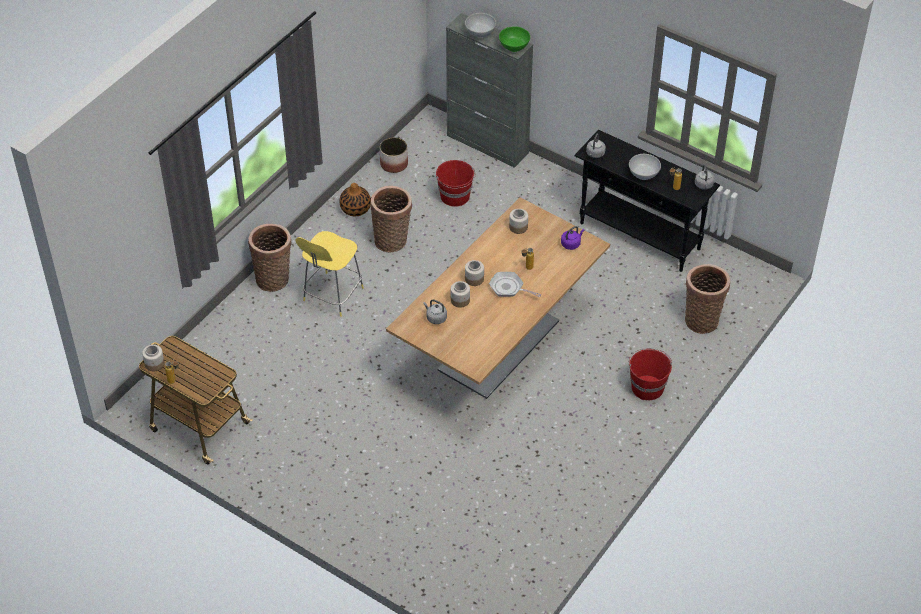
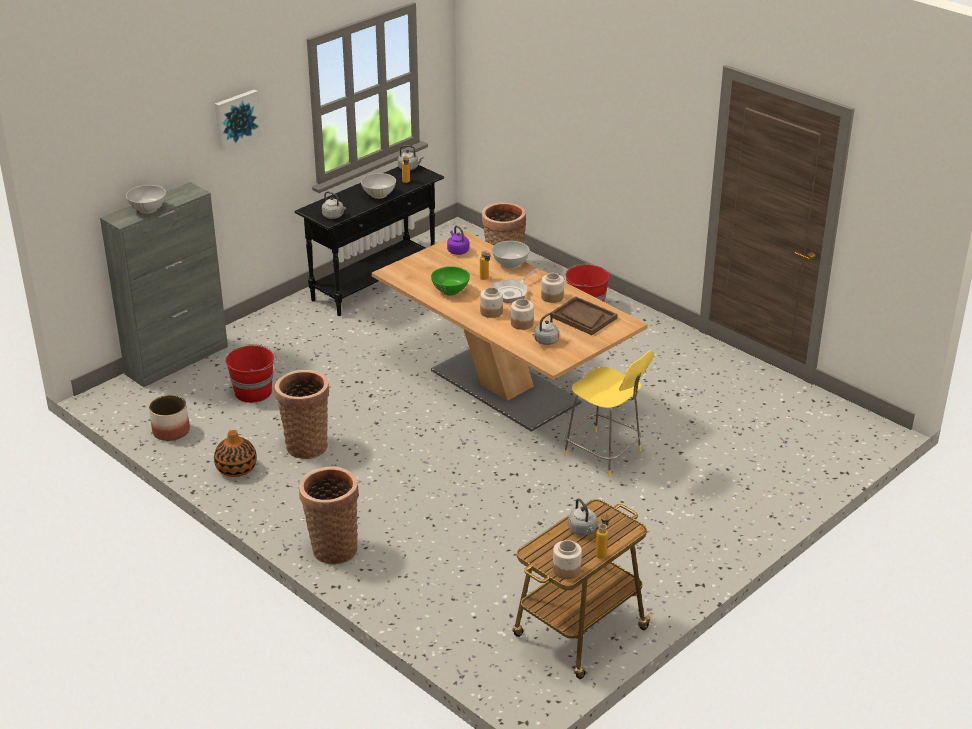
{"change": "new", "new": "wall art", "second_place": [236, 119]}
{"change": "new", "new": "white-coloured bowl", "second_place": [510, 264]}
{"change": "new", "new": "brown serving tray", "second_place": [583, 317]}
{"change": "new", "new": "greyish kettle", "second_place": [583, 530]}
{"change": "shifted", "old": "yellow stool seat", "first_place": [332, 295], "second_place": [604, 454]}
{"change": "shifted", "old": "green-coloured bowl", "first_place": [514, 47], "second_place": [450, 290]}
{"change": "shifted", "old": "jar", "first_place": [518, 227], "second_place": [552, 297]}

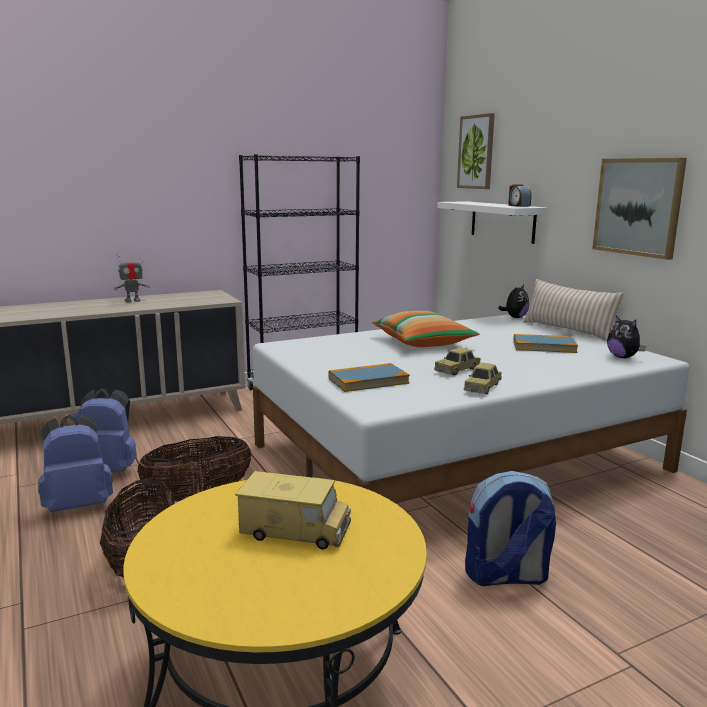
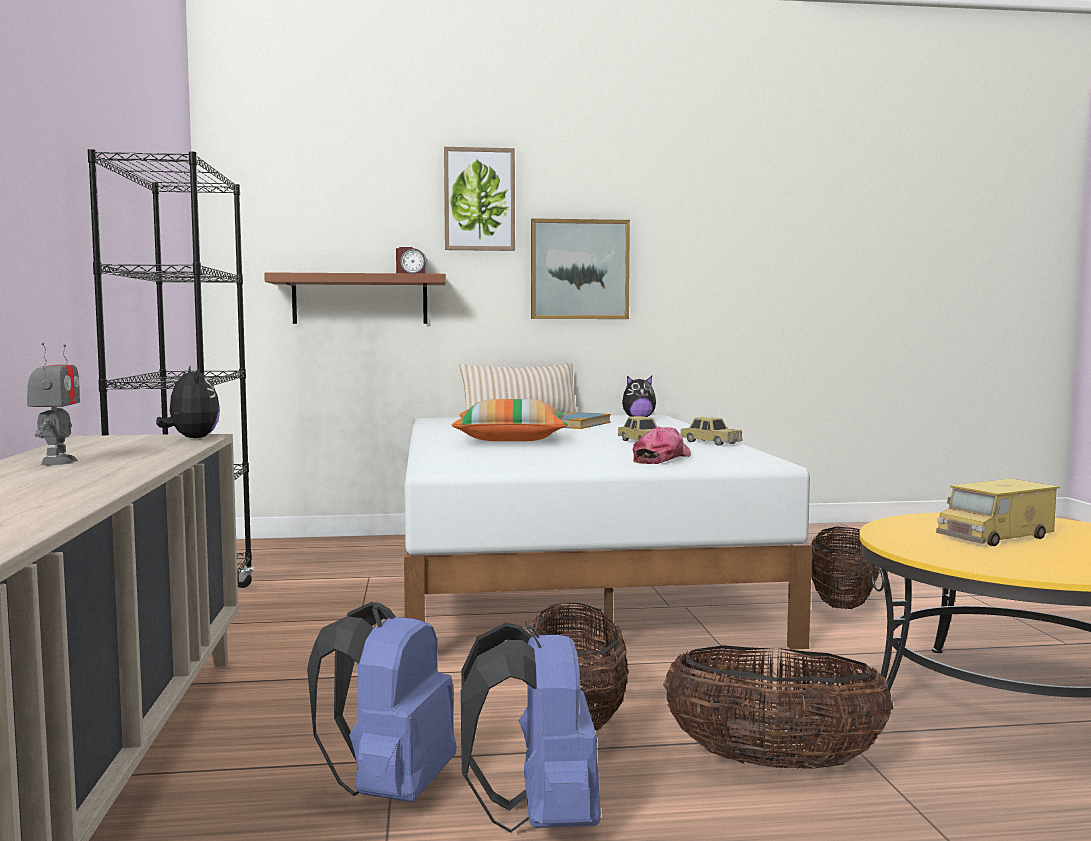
{"change": "shifted", "old": "wall art", "first_place": [476, 152], "second_place": [479, 199]}
{"change": "shifted", "old": "plush toy", "first_place": [515, 317], "second_place": [191, 438]}
{"change": "swapped", "old": "bound book", "new": "baseball cap", "first_place": [368, 381], "second_place": [661, 458]}
{"change": "swapped", "old": "backpack", "new": "storage basket", "first_place": [505, 577], "second_place": [842, 604]}
{"change": "repainted", "old": "white-coloured wall shelf", "new": "brown wall shelf", "first_place": [502, 221], "second_place": [360, 299]}
{"change": "rotated", "old": "toy lorry", "first_place": [295, 530], "second_place": [996, 536], "degrees": -150}

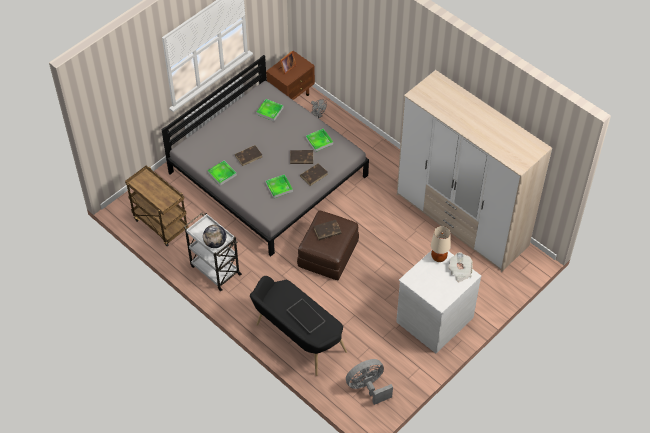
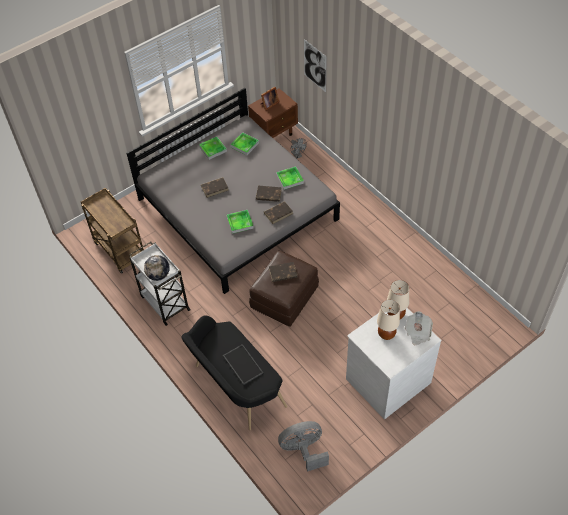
{"change": "gone", "old": "clothes cupboard", "first_place": [461, 220]}
{"change": "new", "new": "wall art", "second_place": [315, 65]}
{"change": "new", "new": "beige table lamp", "second_place": [386, 334]}
{"change": "shifted", "old": "serving tray", "first_place": [222, 174], "second_place": [213, 149]}

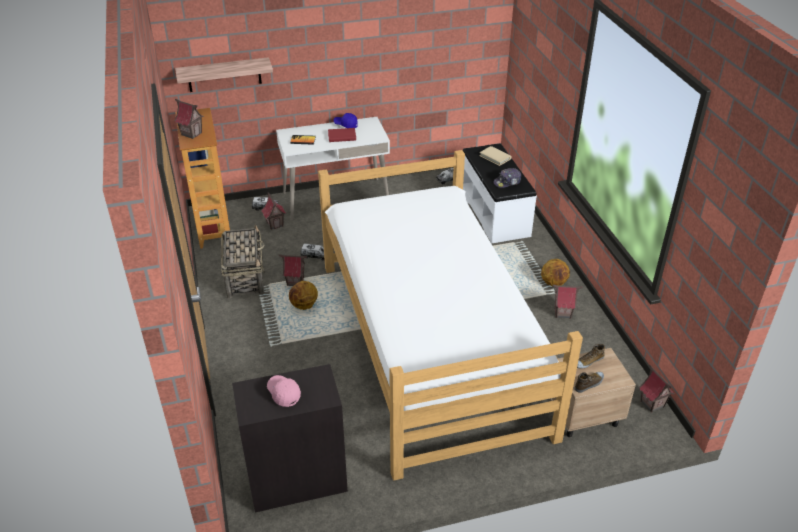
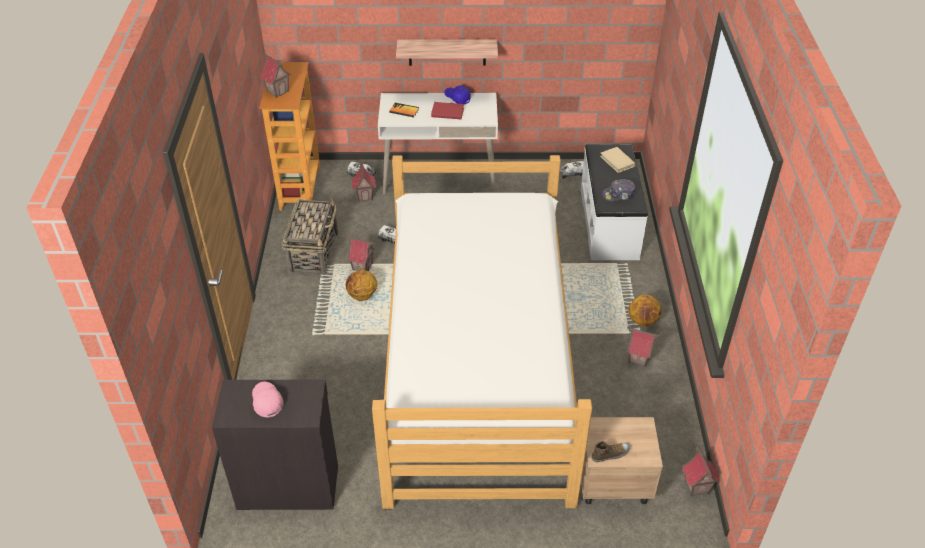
{"change": "gone", "old": "shoe", "first_place": [588, 361]}
{"change": "shifted", "old": "wall shelf", "first_place": [224, 75], "second_place": [447, 52]}

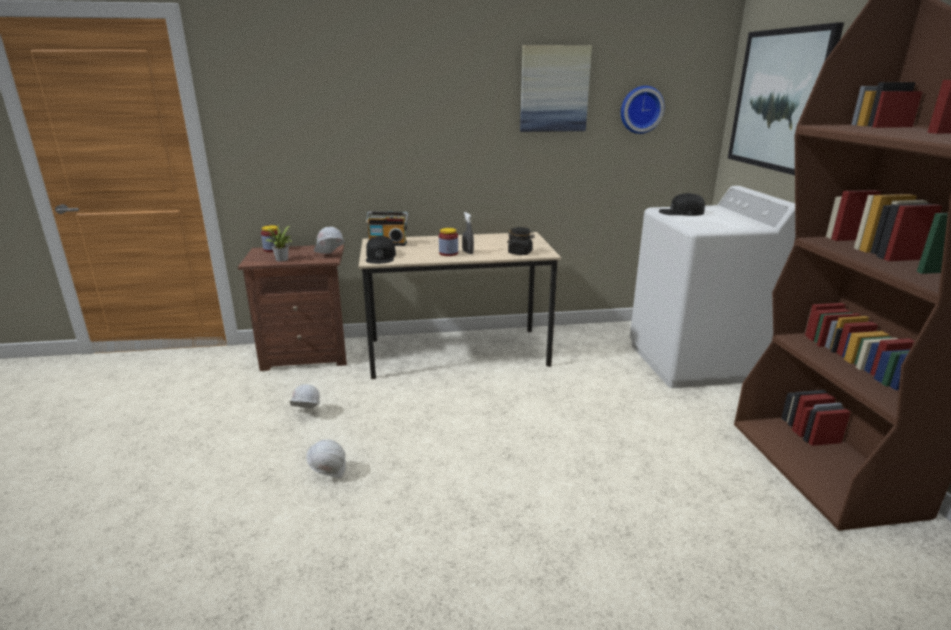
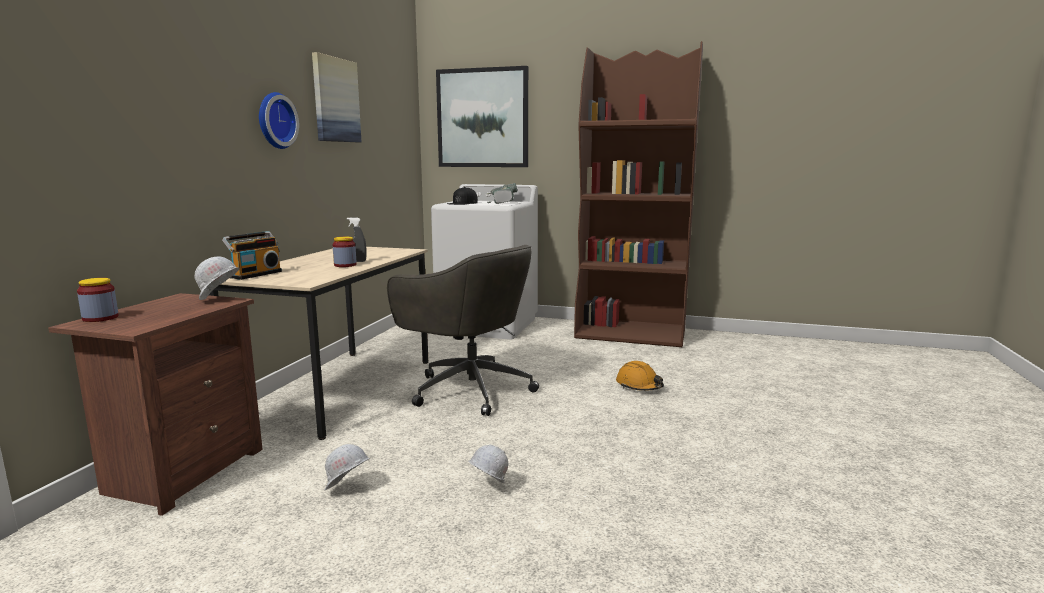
{"change": "gone", "old": "potted plant", "first_place": [282, 260]}
{"change": "gone", "old": "blackish baseball cap", "first_place": [380, 256]}
{"change": "gone", "old": "blackish jar", "first_place": [520, 253]}
{"change": "new", "new": "greyish computer chair", "second_place": [469, 389]}
{"change": "new", "new": "power drill", "second_place": [501, 202]}
{"change": "new", "new": "orangey work helmet", "second_place": [639, 386]}
{"change": "shifted", "old": "wall clock", "first_place": [640, 109], "second_place": [274, 121]}

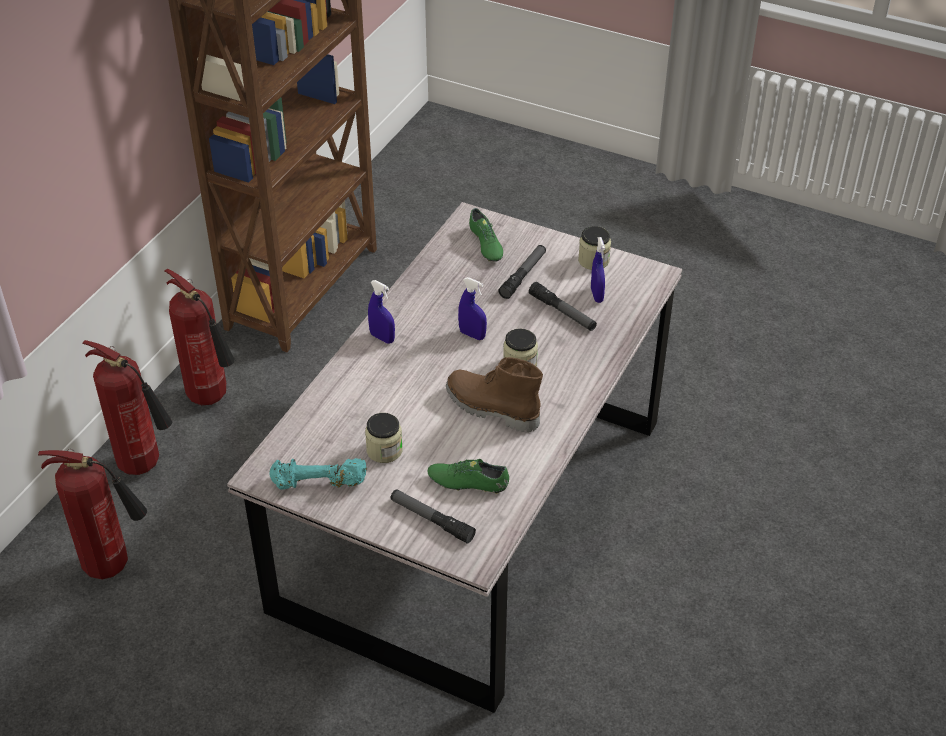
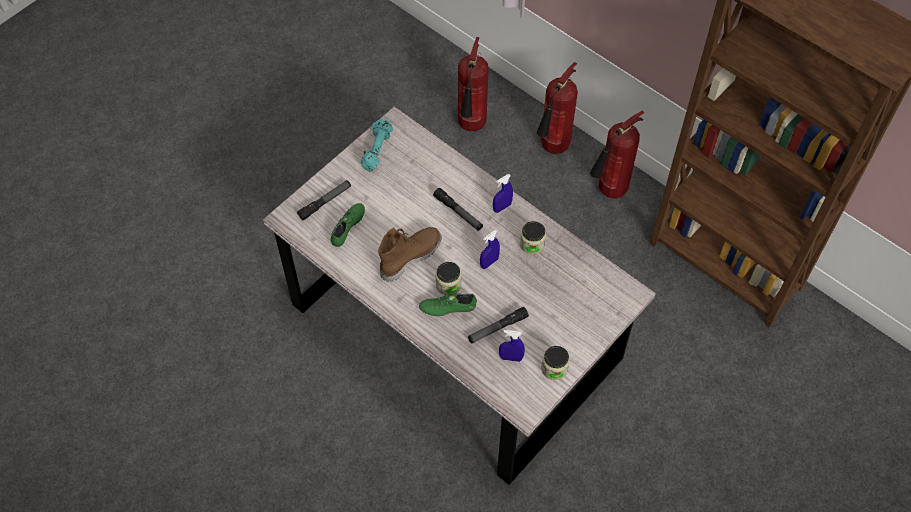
{"change": "shifted", "old": "jar", "first_place": [384, 450], "second_place": [532, 244]}
{"change": "shifted", "old": "green-coloured shoe", "first_place": [485, 245], "second_place": [448, 308]}
{"change": "shifted", "old": "hand torch", "first_place": [523, 275], "second_place": [458, 212]}

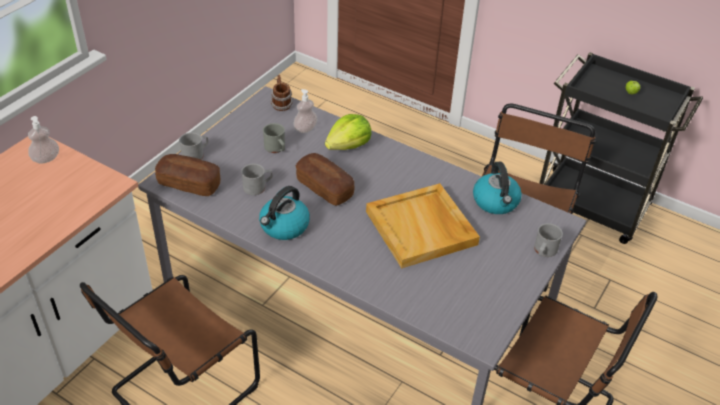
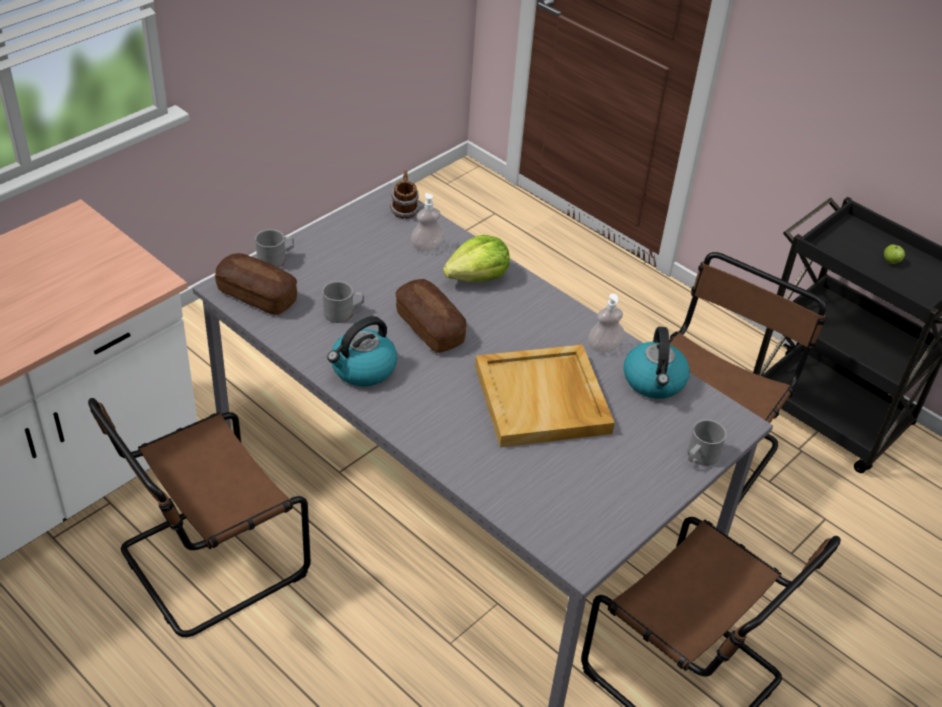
{"change": "gone", "old": "greyish mug", "first_place": [276, 148]}
{"change": "shifted", "old": "soap dispenser", "first_place": [46, 159], "second_place": [604, 346]}

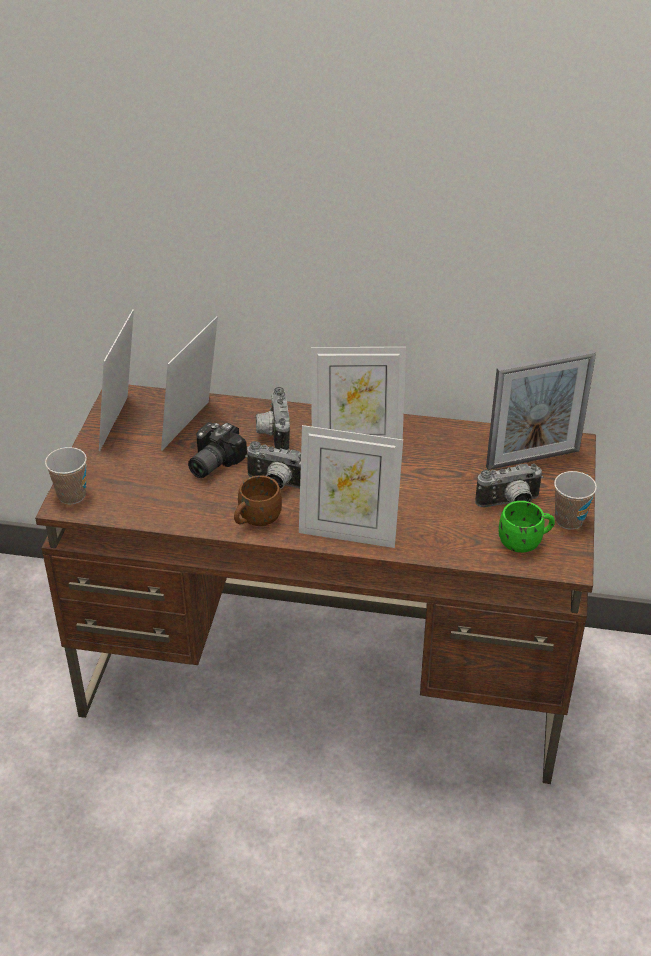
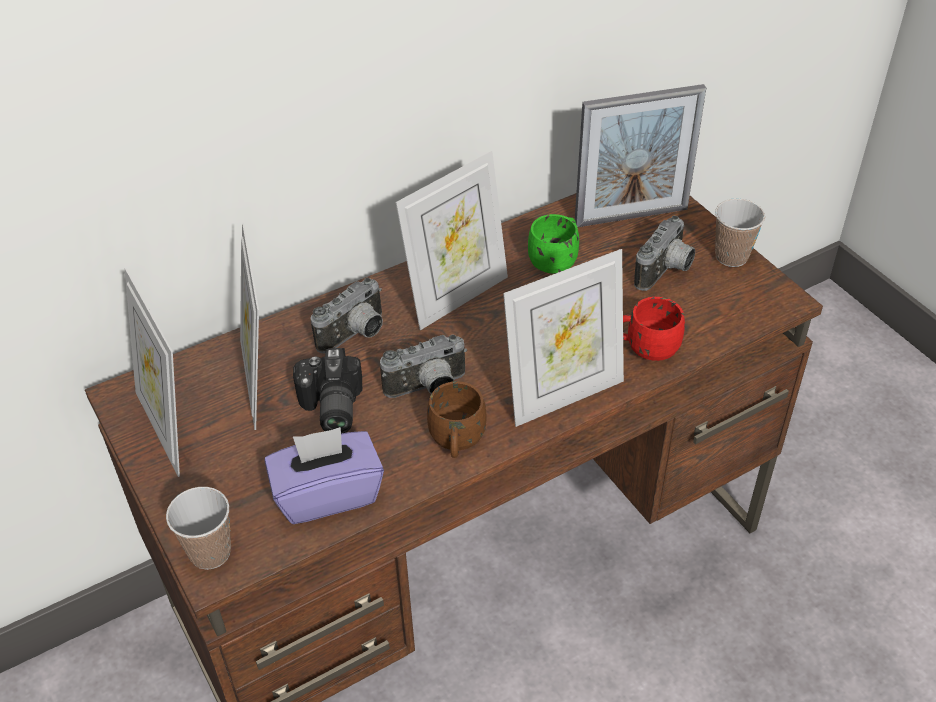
{"change": "new", "new": "purplish tissue box", "second_place": [327, 494]}
{"change": "new", "new": "reddish mug", "second_place": [645, 348]}
{"change": "shifted", "old": "green-coloured mug", "first_place": [525, 542], "second_place": [556, 260]}
{"change": "rotated", "old": "photo camera", "first_place": [272, 433], "second_place": [356, 335], "degrees": -90}
{"change": "rotated", "old": "picture frame", "first_place": [533, 459], "second_place": [631, 216], "degrees": 45}

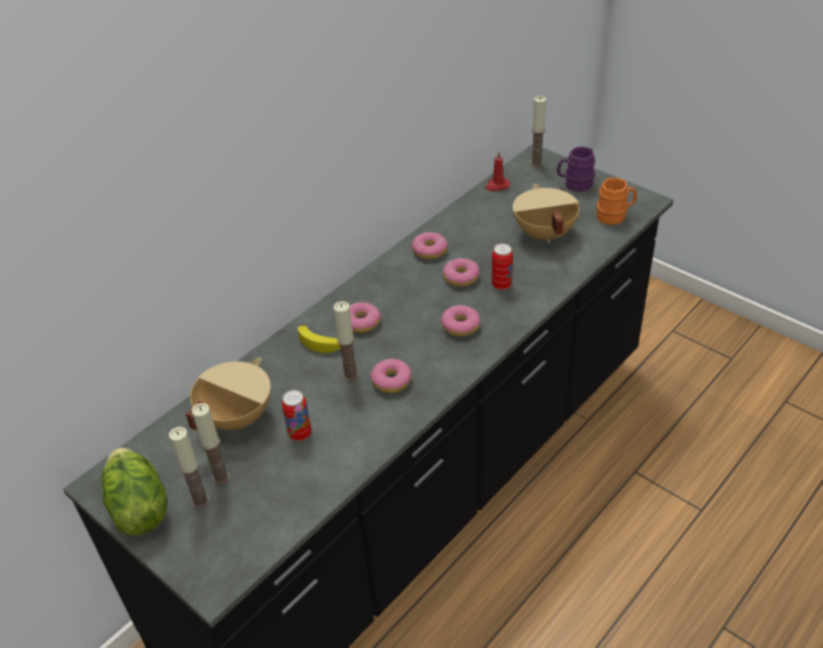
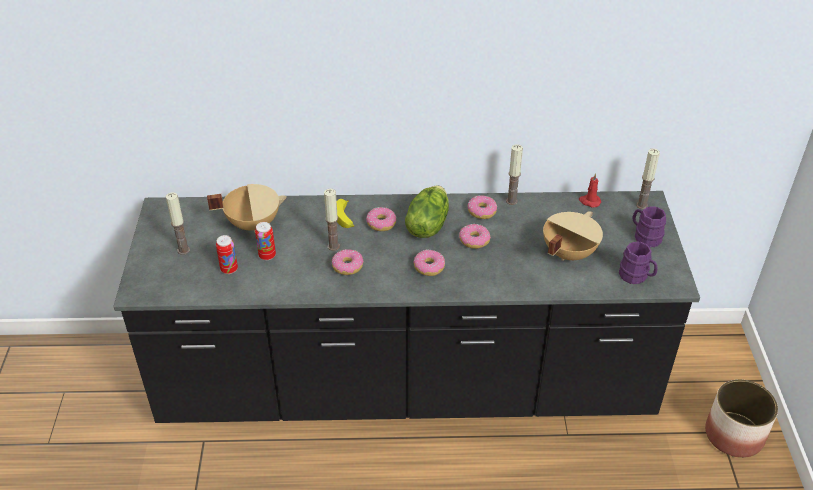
{"change": "new", "new": "plant pot", "second_place": [734, 434]}
{"change": "shifted", "old": "lettuce", "first_place": [138, 508], "second_place": [427, 225]}
{"change": "shifted", "old": "candle", "first_place": [221, 477], "second_place": [511, 201]}
{"change": "shifted", "old": "sealed can", "first_place": [501, 285], "second_place": [229, 269]}
{"change": "repainted", "old": "orangey mug", "new": "purplish mug", "first_place": [615, 216], "second_place": [636, 277]}

